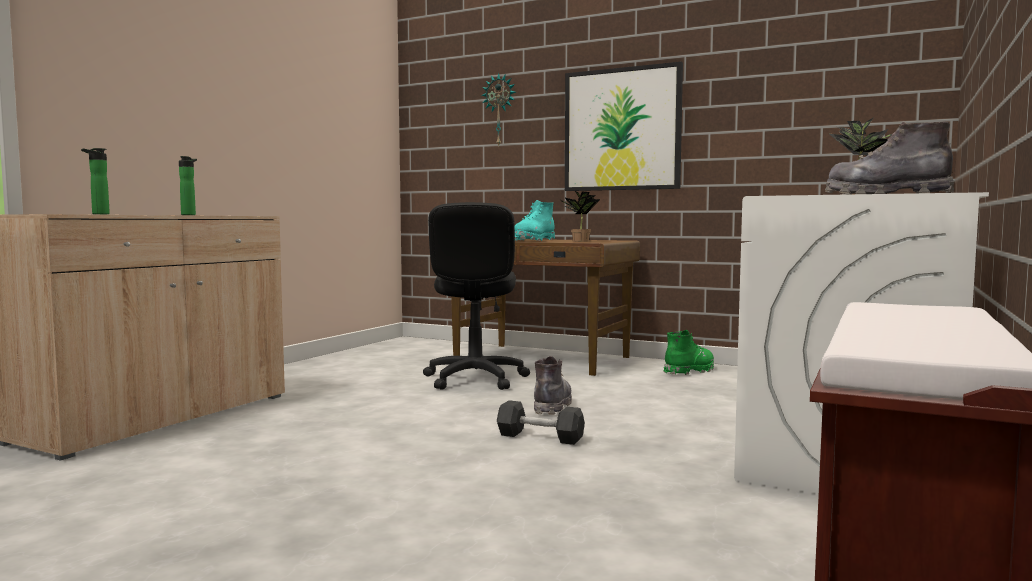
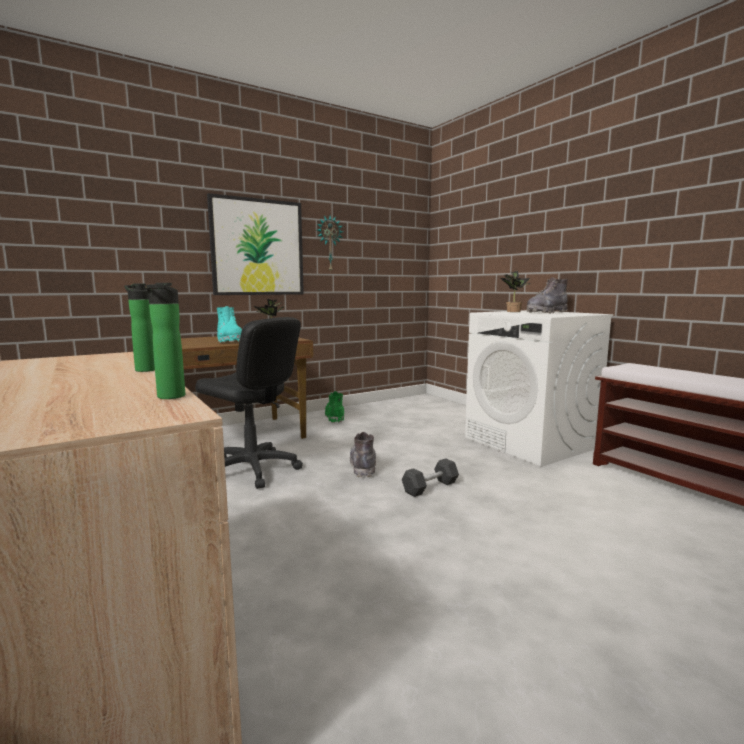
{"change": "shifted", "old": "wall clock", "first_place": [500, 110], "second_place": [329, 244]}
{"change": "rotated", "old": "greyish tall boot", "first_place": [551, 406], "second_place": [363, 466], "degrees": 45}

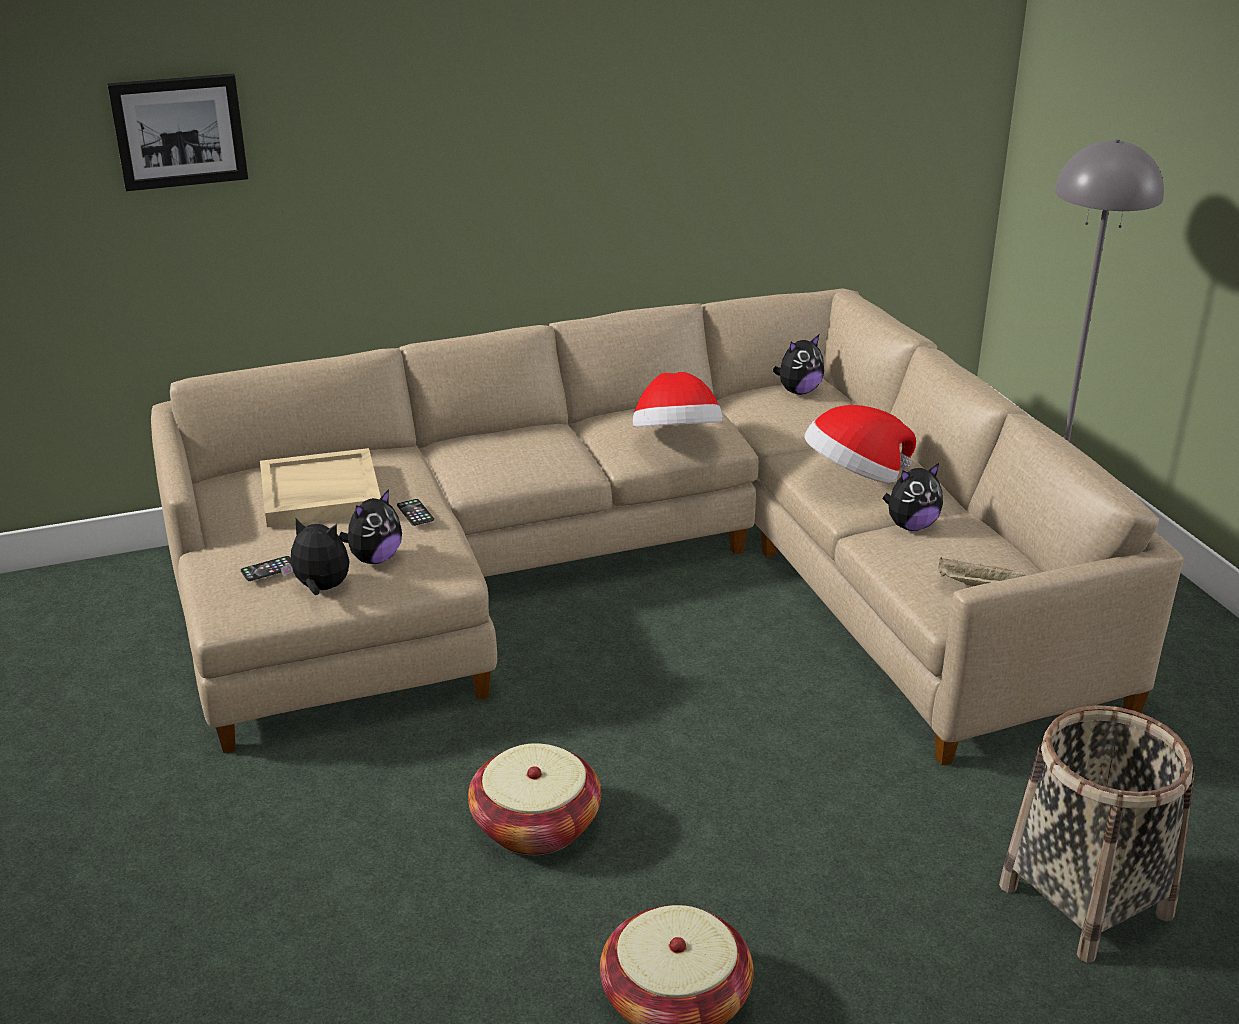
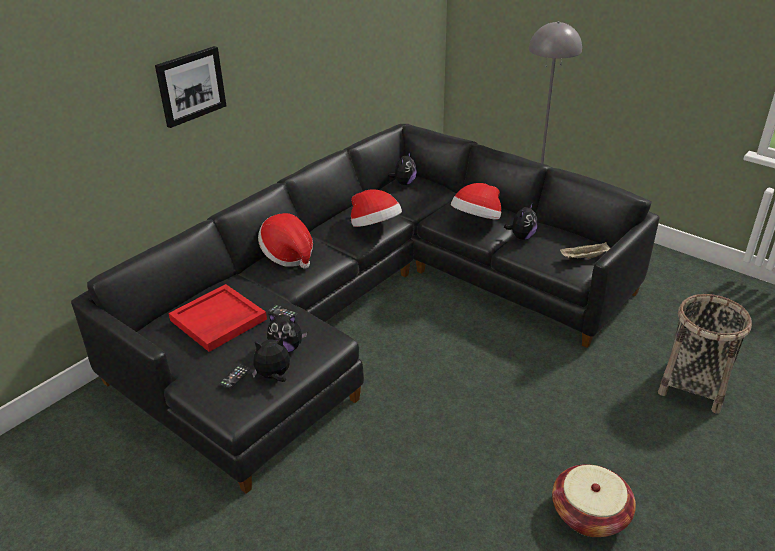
{"change": "gone", "old": "storage basket", "first_place": [535, 826]}
{"change": "new", "new": "clothing hat", "second_place": [288, 255]}
{"change": "shifted", "old": "wall art", "first_place": [179, 131], "second_place": [190, 86]}
{"change": "repainted", "old": "beige settee", "new": "blackish settee", "first_place": [635, 578], "second_place": [370, 307]}
{"change": "repainted", "old": "beige serving tray", "new": "reddish serving tray", "first_place": [319, 493], "second_place": [218, 320]}
{"change": "rotated", "old": "plush toy", "first_place": [374, 559], "second_place": [286, 347], "degrees": 90}

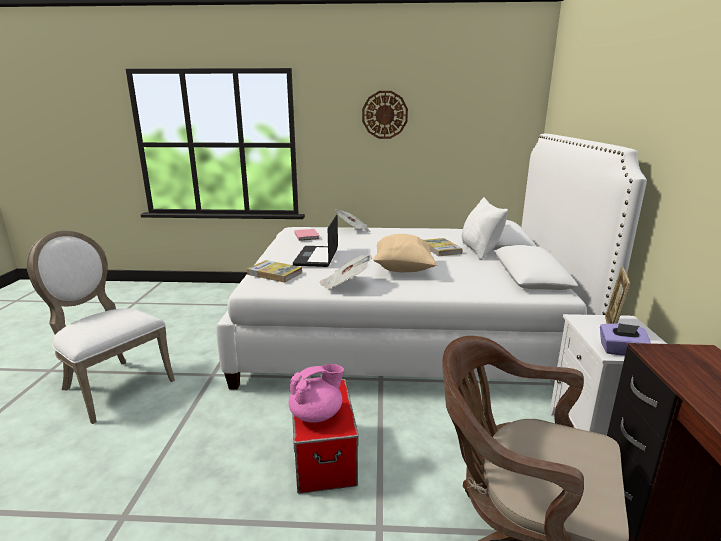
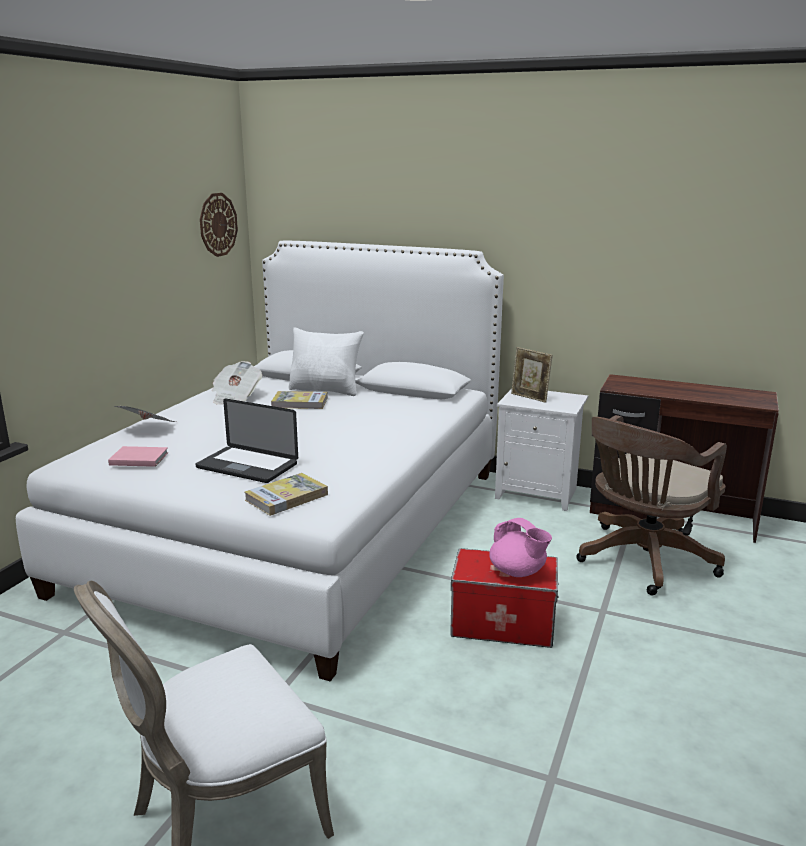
{"change": "gone", "old": "beige pillow", "first_place": [403, 269]}
{"change": "gone", "old": "purplish tissue box", "first_place": [621, 351]}
{"change": "shifted", "old": "daily paper", "first_place": [344, 285], "second_place": [235, 397]}
{"change": "shifted", "old": "wall clock", "first_place": [384, 115], "second_place": [218, 224]}
{"change": "rotated", "old": "pink-coloured teapot", "first_place": [317, 414], "second_place": [518, 572], "degrees": 150}

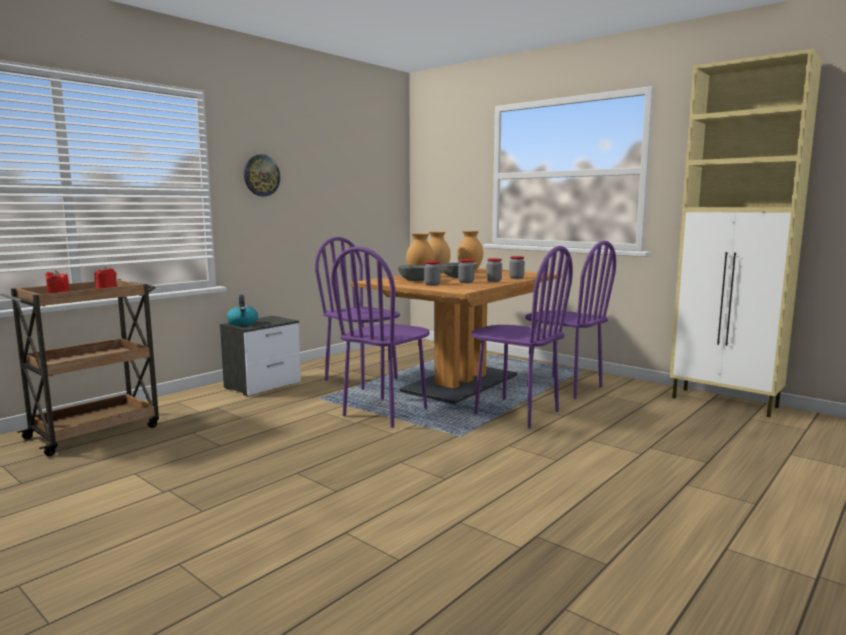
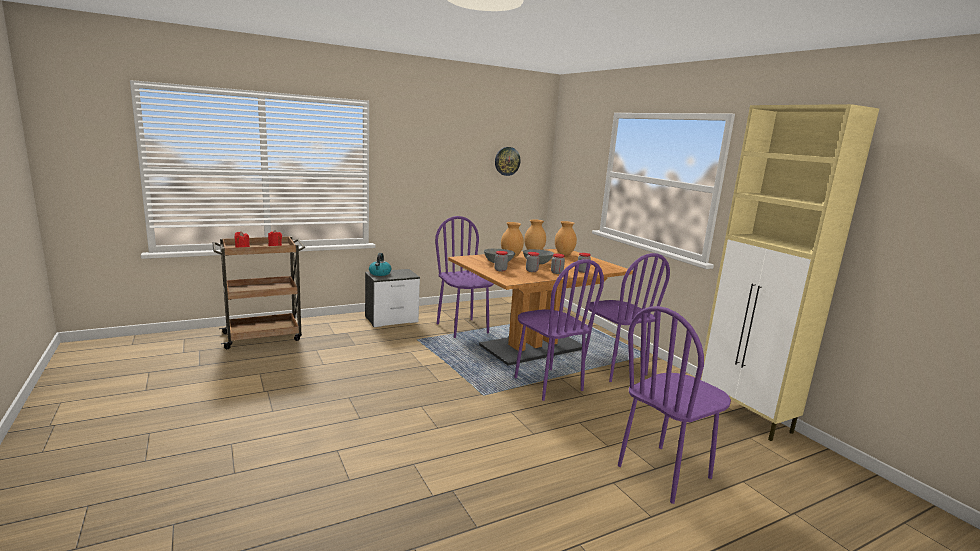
{"change": "shifted", "old": "wall clock", "first_place": [261, 175], "second_place": [507, 161]}
{"change": "shifted", "old": "purplish upright chair", "first_place": [386, 412], "second_place": [664, 472]}

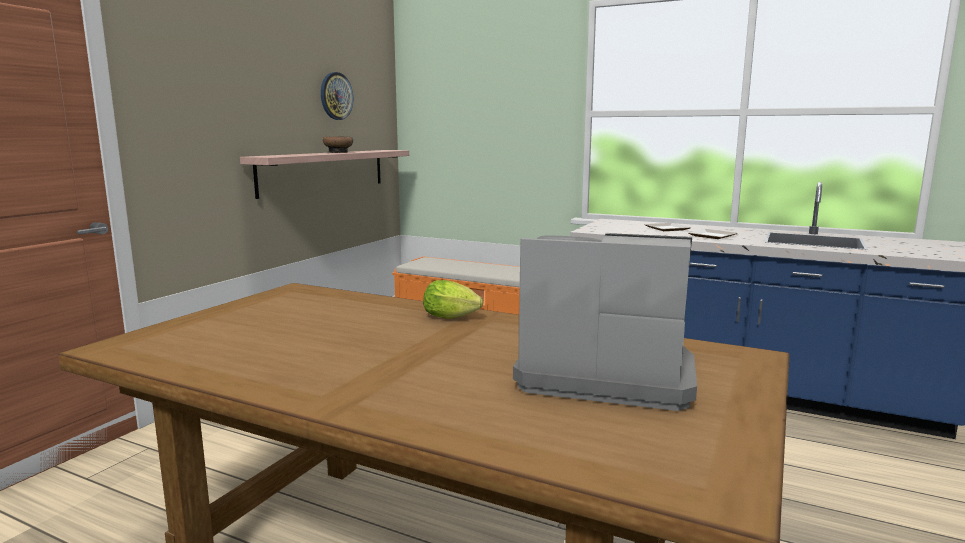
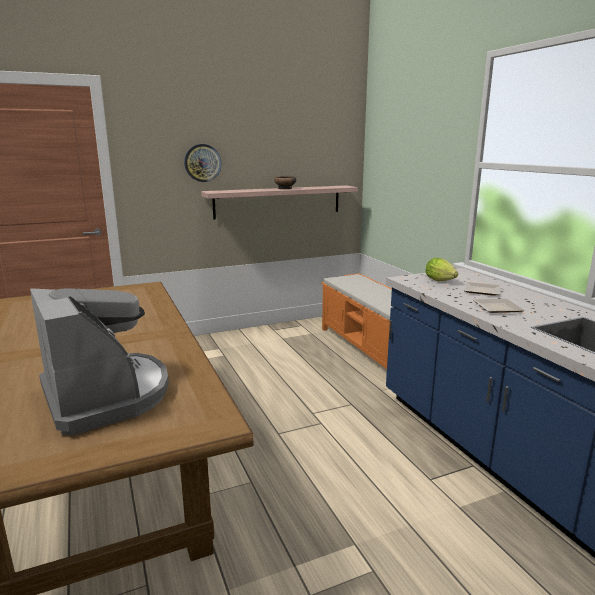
{"change": "shifted", "old": "wall clock", "first_place": [336, 96], "second_place": [202, 163]}
{"change": "shifted", "old": "lettuce", "first_place": [454, 318], "second_place": [441, 281]}

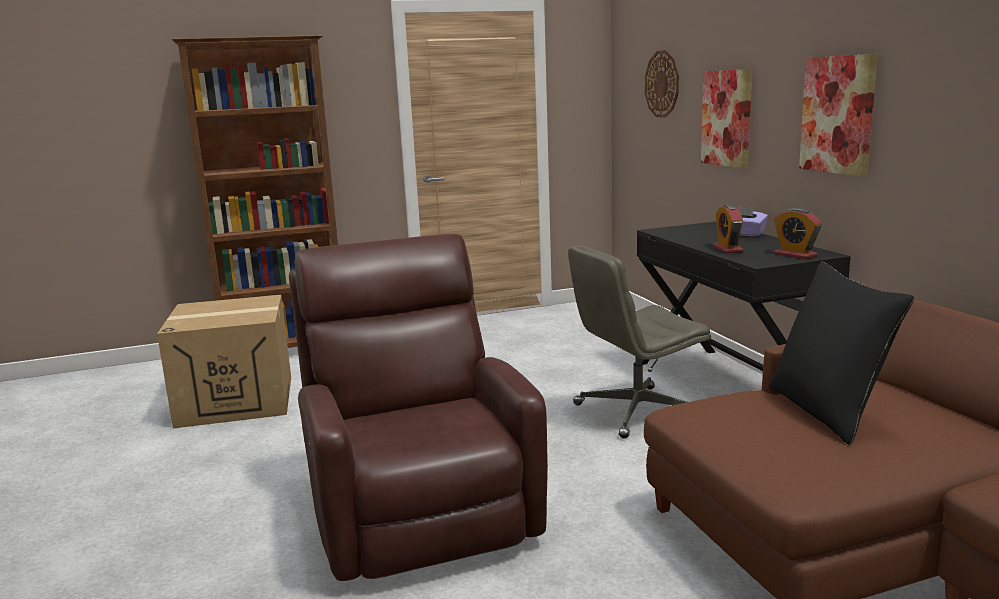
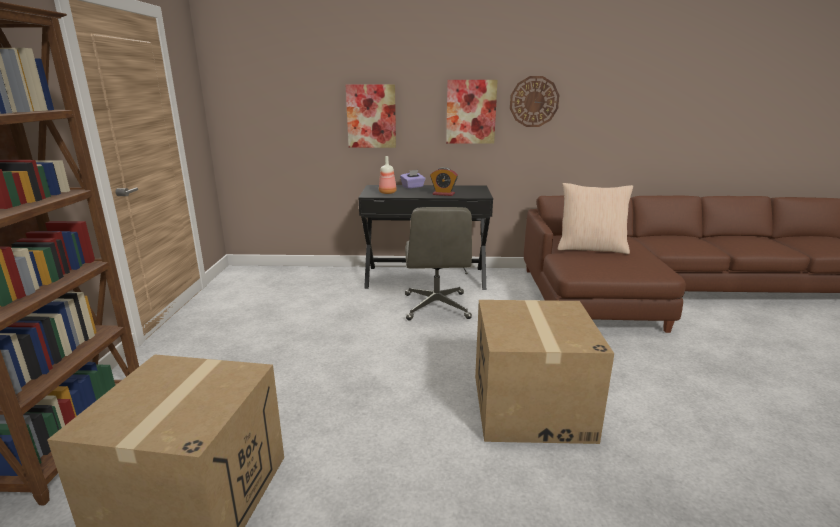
{"change": "gone", "old": "bedside clock", "first_place": [795, 255]}
{"change": "new", "new": "beverage bottle", "second_place": [388, 192]}
{"change": "shifted", "old": "wall clock", "first_place": [662, 84], "second_place": [534, 101]}
{"change": "swapped", "old": "brown lounge chair", "new": "carton", "first_place": [420, 513], "second_place": [530, 406]}
{"change": "repainted", "old": "blackish pillow", "new": "beige pillow", "first_place": [828, 411], "second_place": [591, 248]}

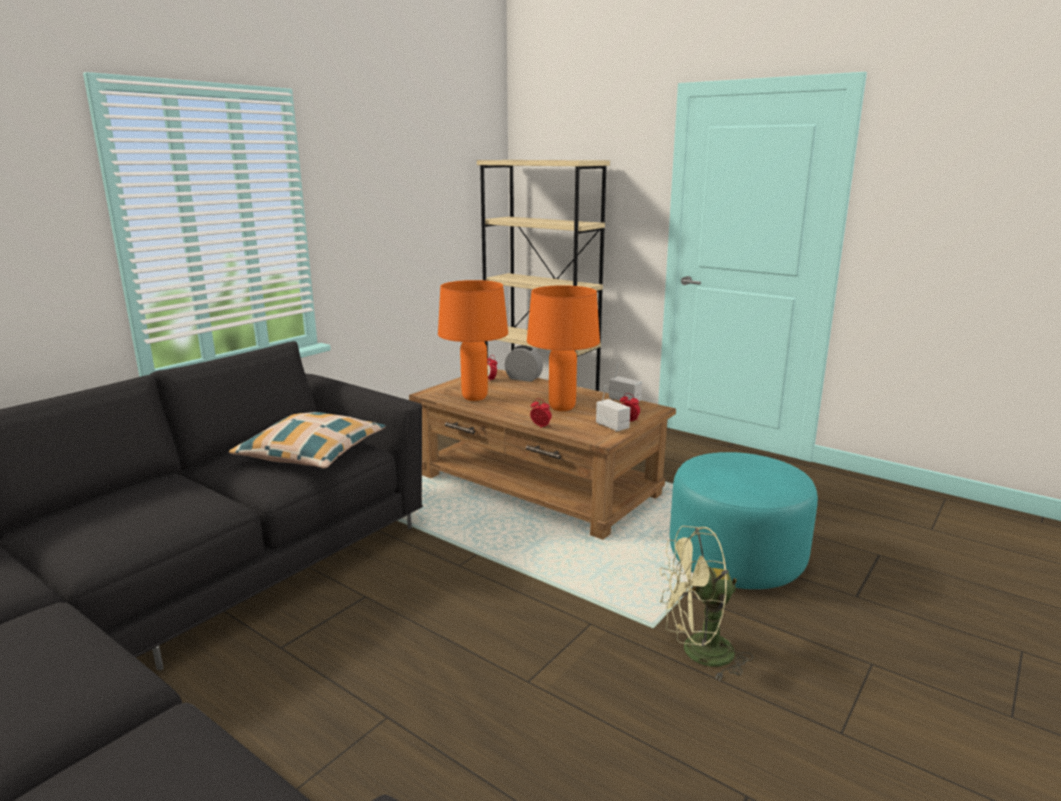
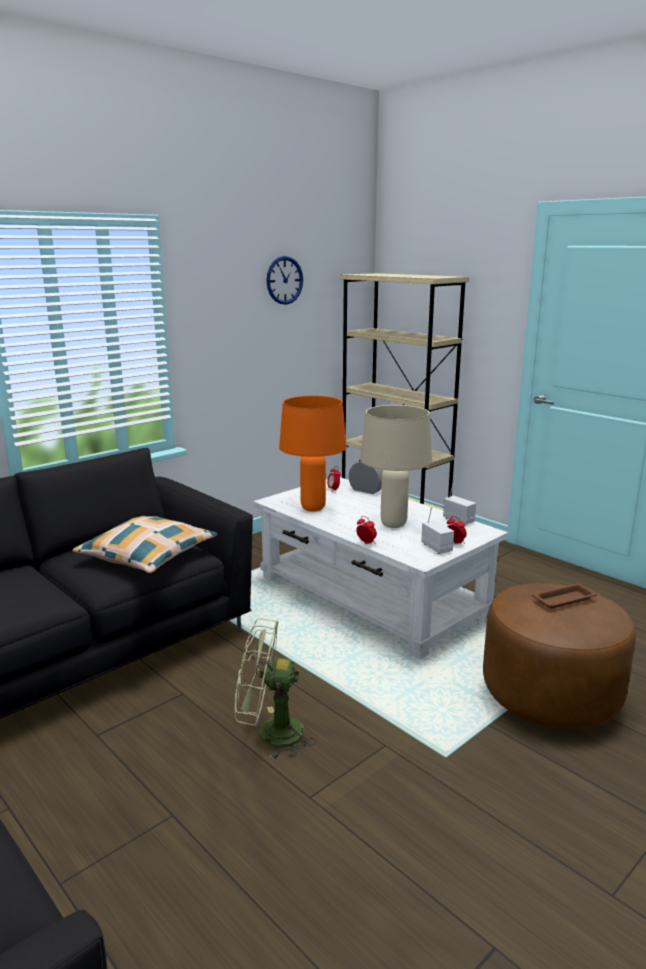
{"change": "new", "new": "wall clock", "second_place": [284, 280]}
{"change": "new", "new": "brown serving tray", "second_place": [565, 599]}
{"change": "shifted", "old": "green-coloured fan", "first_place": [697, 653], "second_place": [270, 734]}
{"change": "repainted", "old": "brown coffee table", "new": "white-coloured coffee table", "first_place": [537, 485], "second_place": [370, 596]}
{"change": "repainted", "old": "orangey table lamp", "new": "beige table lamp", "first_place": [562, 408], "second_place": [393, 524]}
{"change": "repainted", "old": "blue-green ottoman", "new": "brown ottoman", "first_place": [736, 559], "second_place": [551, 693]}

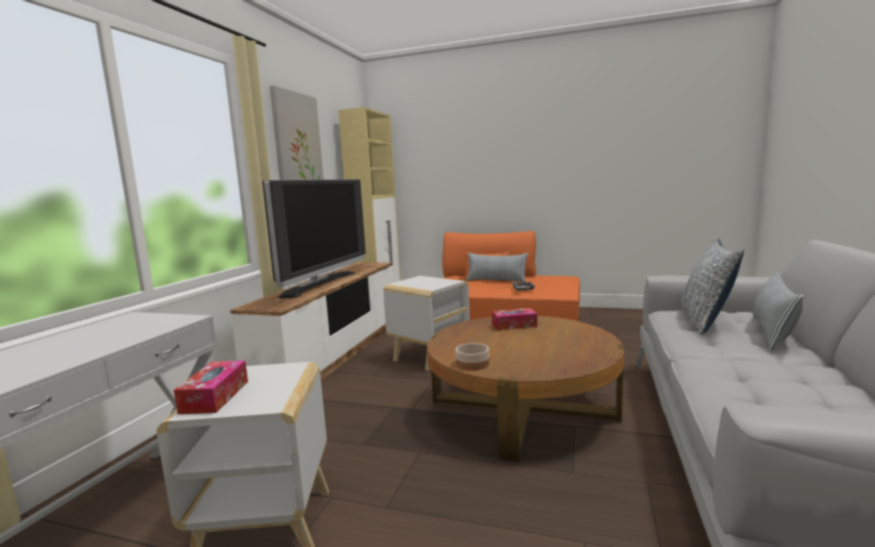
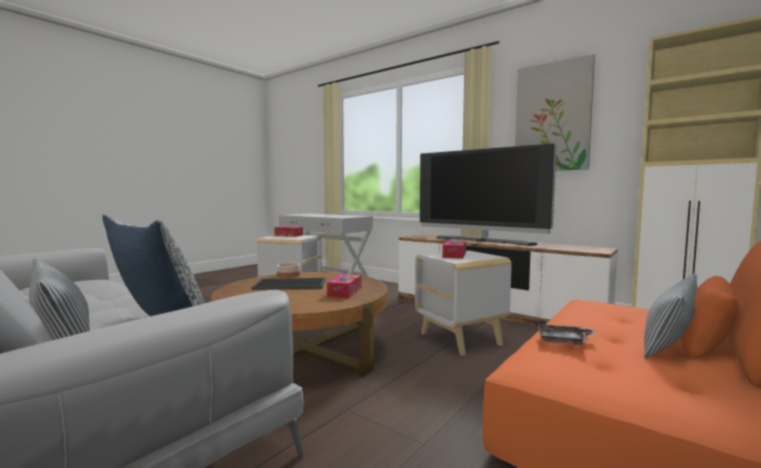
{"change": "new", "new": "serving tray", "second_place": [291, 284]}
{"change": "new", "new": "tissue box", "second_place": [454, 255]}

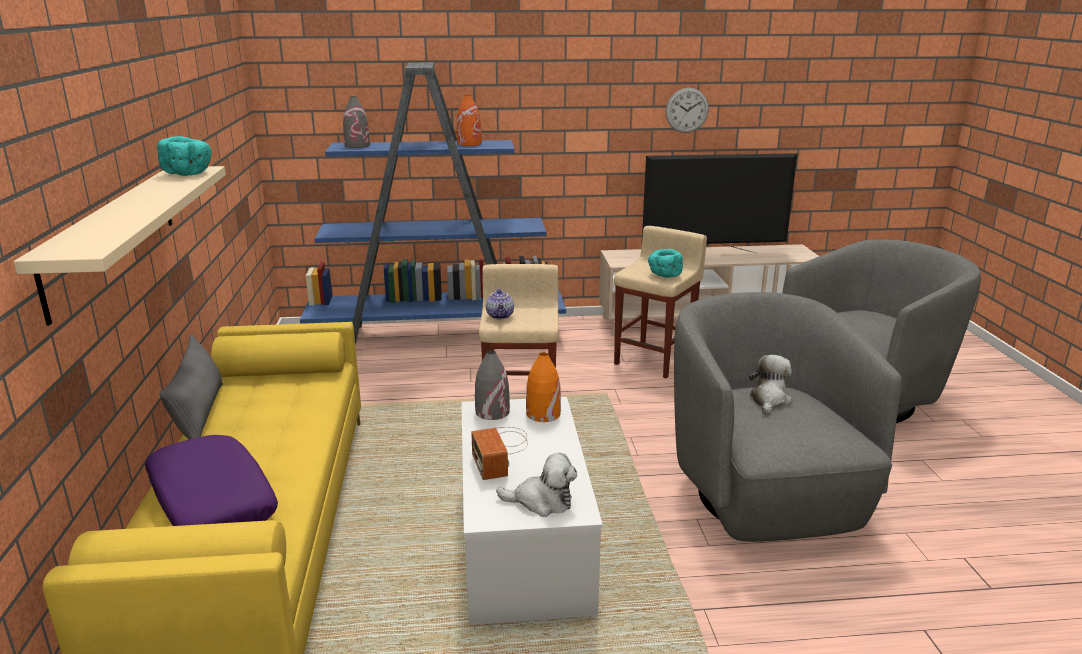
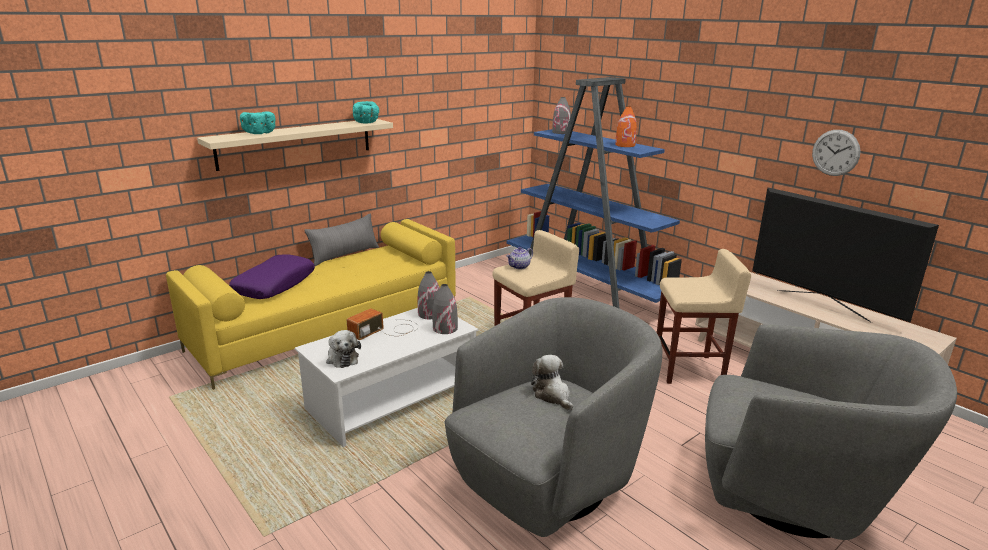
{"change": "shifted", "old": "blue-green bowl", "first_place": [664, 275], "second_place": [259, 133]}
{"change": "repainted", "old": "orangey vase", "new": "greyish vase", "first_place": [543, 414], "second_place": [445, 328]}
{"change": "rotated", "old": "plush toy", "first_place": [769, 400], "second_place": [552, 395], "degrees": -105}

